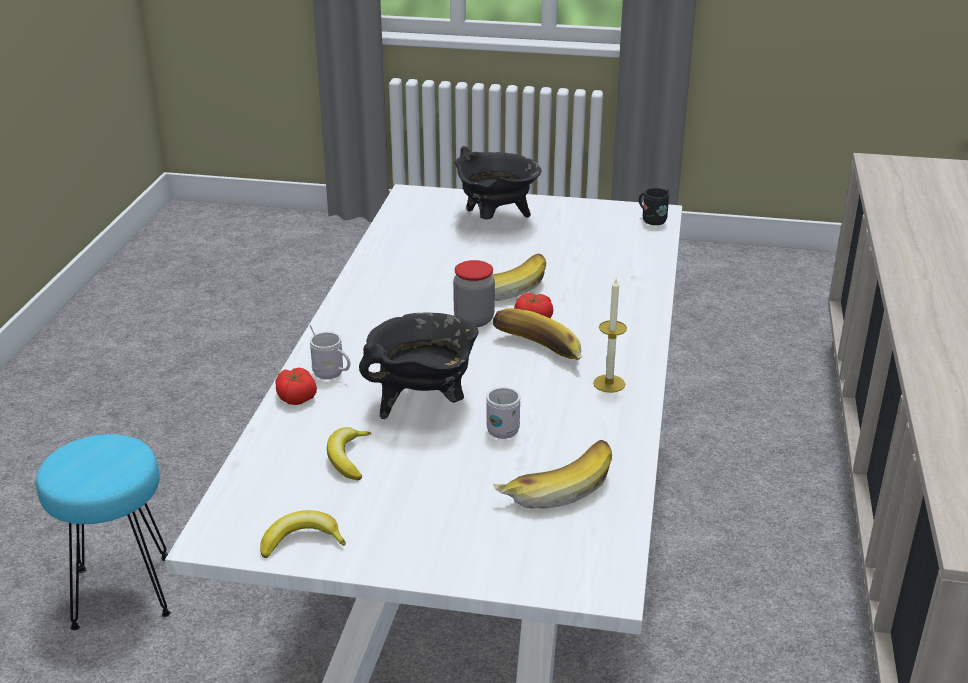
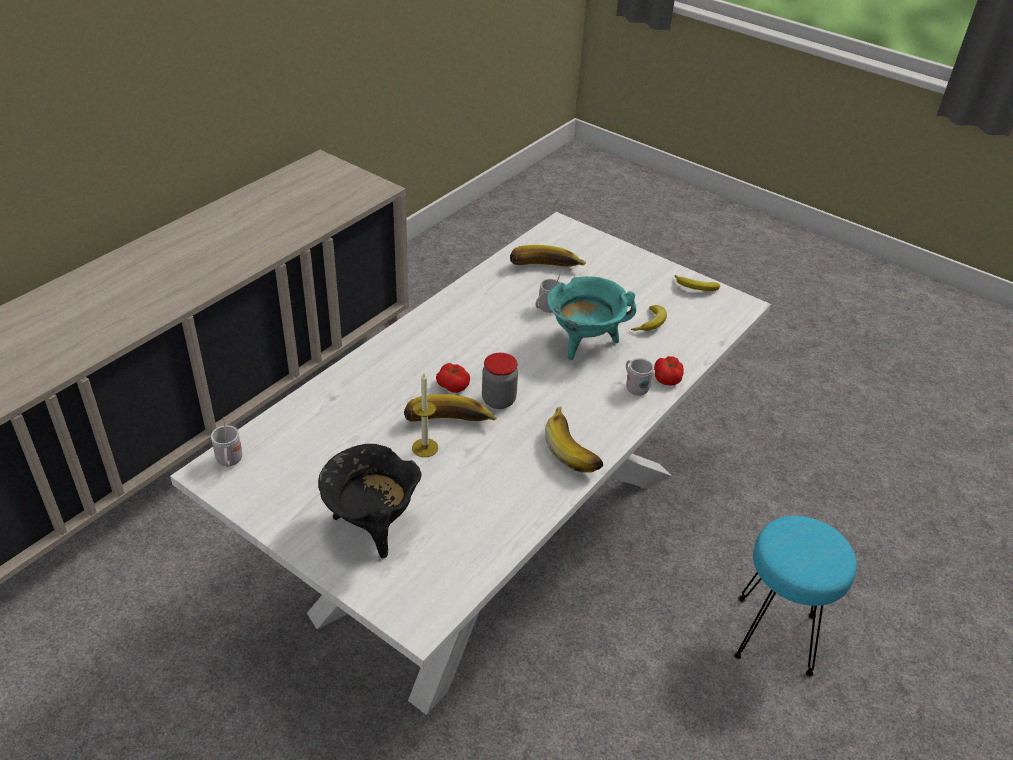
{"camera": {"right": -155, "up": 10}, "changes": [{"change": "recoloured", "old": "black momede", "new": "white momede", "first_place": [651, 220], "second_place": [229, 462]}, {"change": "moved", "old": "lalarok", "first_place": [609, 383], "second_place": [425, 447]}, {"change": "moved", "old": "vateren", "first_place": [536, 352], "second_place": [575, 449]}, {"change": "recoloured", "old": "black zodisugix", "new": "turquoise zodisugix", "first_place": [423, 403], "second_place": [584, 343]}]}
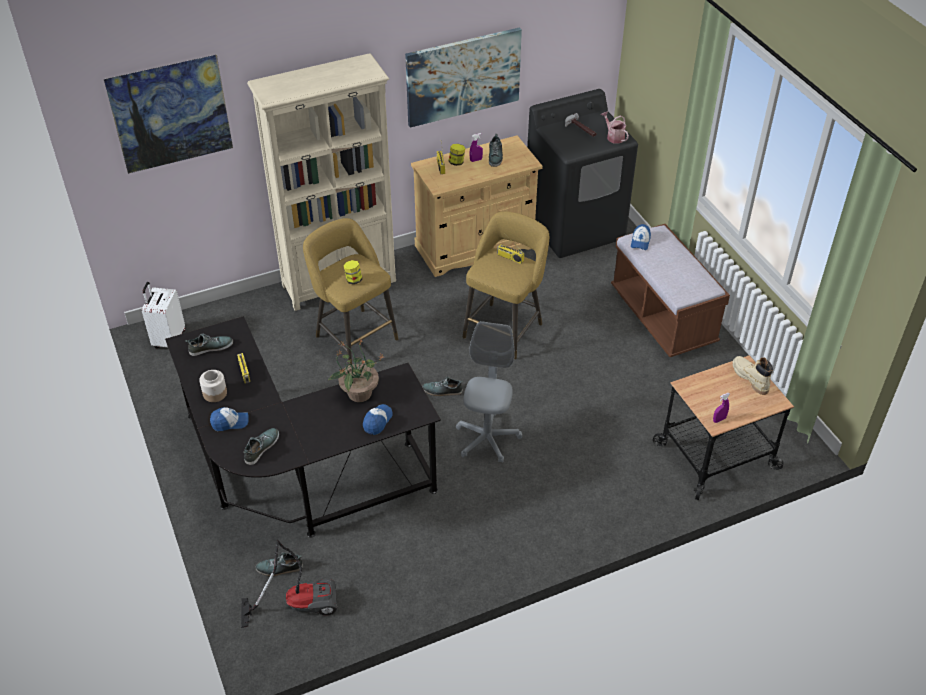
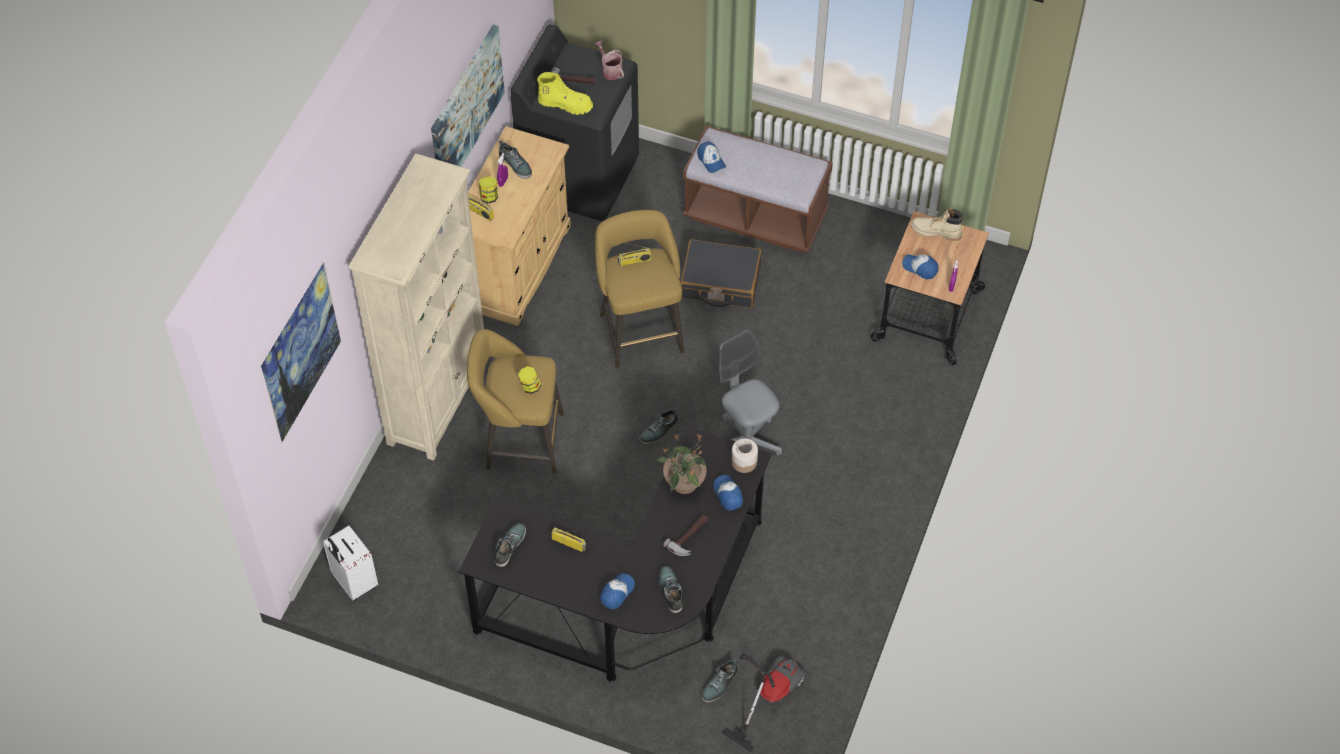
{"camera": {"right": -45, "up": 10}, "changes": [{"change": "turned", "old": "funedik", "first_place": [613, 137], "second_place": [610, 70], "degrees": 45}, {"change": "moved", "old": "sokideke", "first_place": [215, 393], "second_place": [744, 462]}, {"change": "added", "new": "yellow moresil", "second_place": [565, 104]}, {"change": "added", "new": "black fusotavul", "second_place": [720, 282]}, {"change": "added", "new": "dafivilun", "second_place": [920, 268]}, {"change": "added", "new": "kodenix", "second_place": [690, 538]}]}
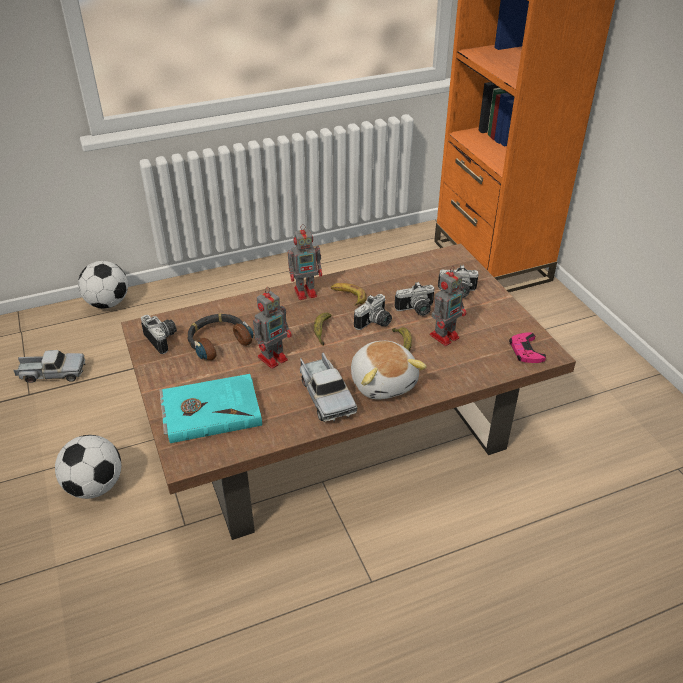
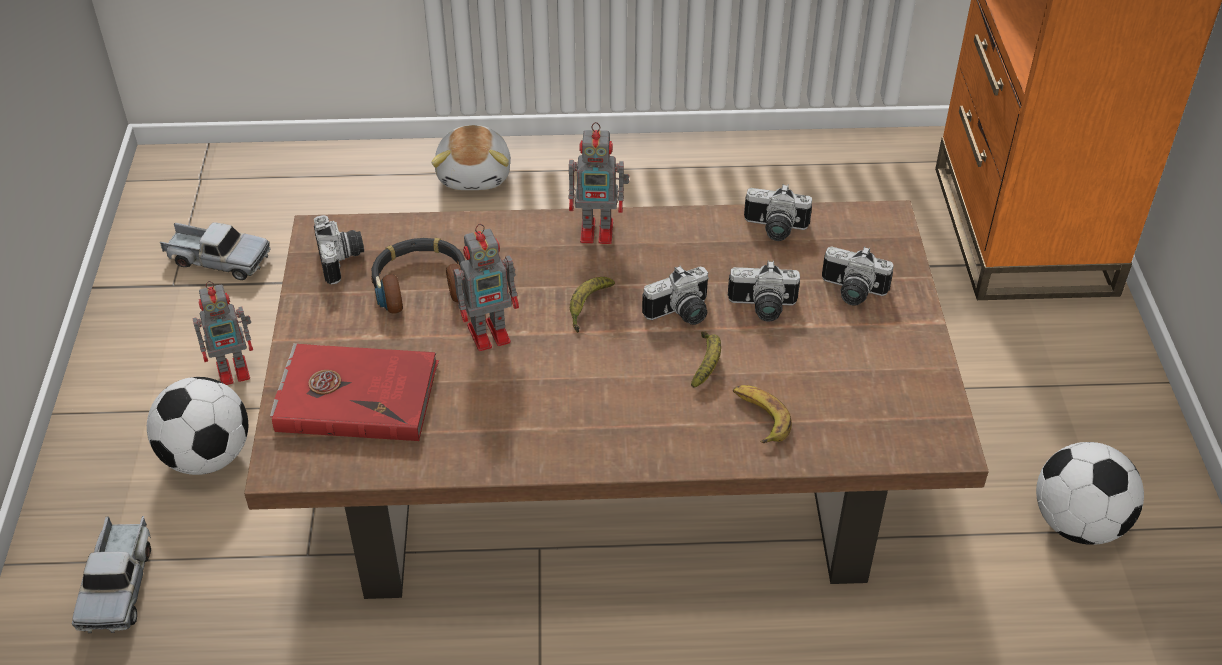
{"camera": {"right": 20, "up": 5}, "changes": [{"change": "moved", "old": "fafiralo", "first_place": [108, 303], "second_place": [1077, 523]}, {"change": "moved", "old": "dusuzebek", "first_place": [445, 335], "second_place": [235, 370]}, {"change": "moved", "old": "vateren", "first_place": [348, 296], "second_place": [759, 417]}, {"change": "removed", "old": "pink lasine", "first_place": [526, 351]}, {"change": "moved", "old": "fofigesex", "first_place": [383, 382], "second_place": [475, 174]}, {"change": "moved", "old": "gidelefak", "first_place": [326, 395], "second_place": [119, 584]}, {"change": "recoloured", "old": "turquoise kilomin", "new": "red kilomin", "first_place": [210, 410], "second_place": [356, 395]}, {"change": "added", "new": "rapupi", "second_place": [774, 230]}]}
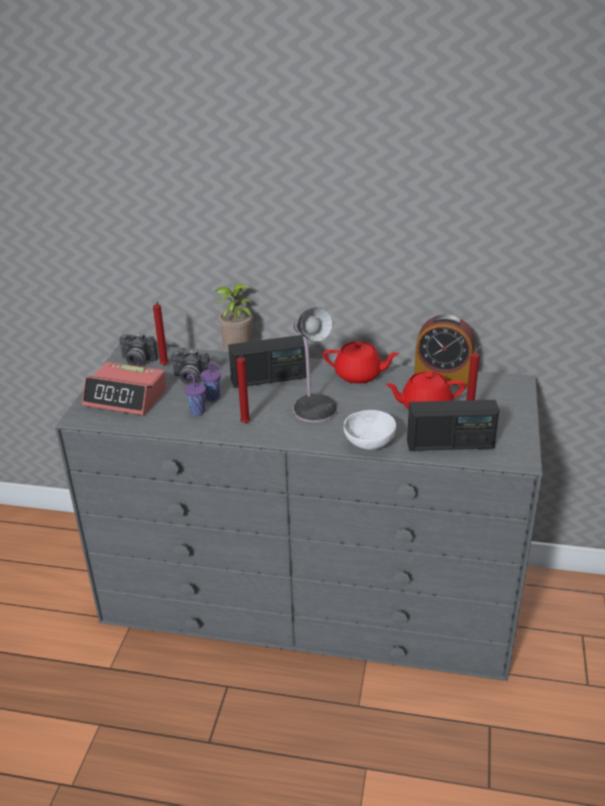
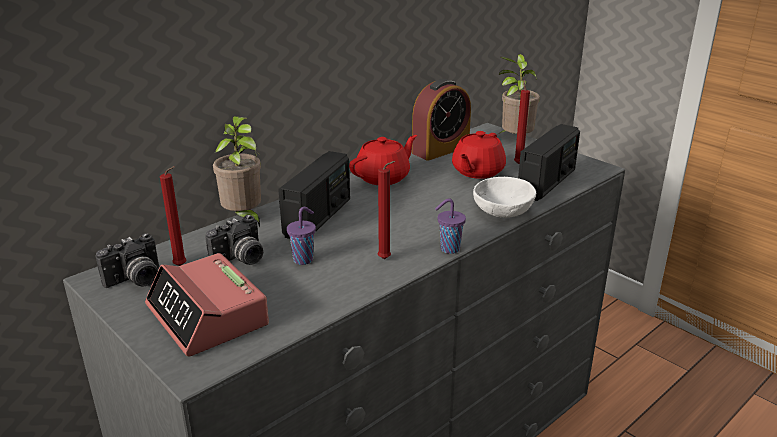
{"camera": {"right": -55, "up": -5}, "changes": [{"change": "removed", "old": "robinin", "first_place": [314, 408]}, {"change": "turned", "old": "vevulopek", "first_place": [126, 397], "second_place": [208, 316], "degrees": 90}, {"change": "moved", "old": "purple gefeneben", "first_place": [197, 411], "second_place": [448, 249]}, {"change": "added", "new": "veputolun", "second_place": [514, 140]}]}
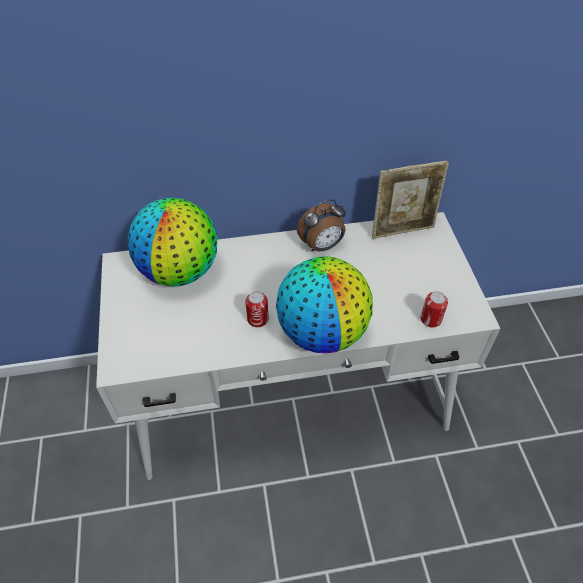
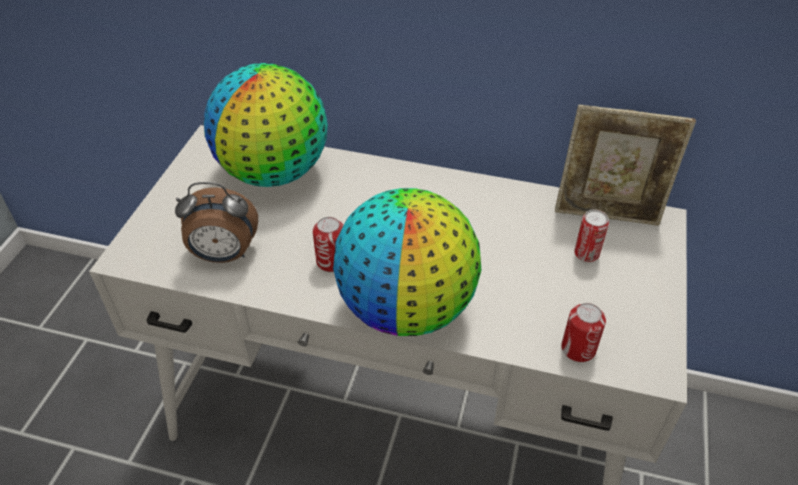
{"camera": {"right": 25, "up": -5}, "changes": [{"change": "moved", "old": "vevulopek", "first_place": [322, 246], "second_place": [224, 255]}, {"change": "added", "new": "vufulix", "second_place": [586, 254]}]}
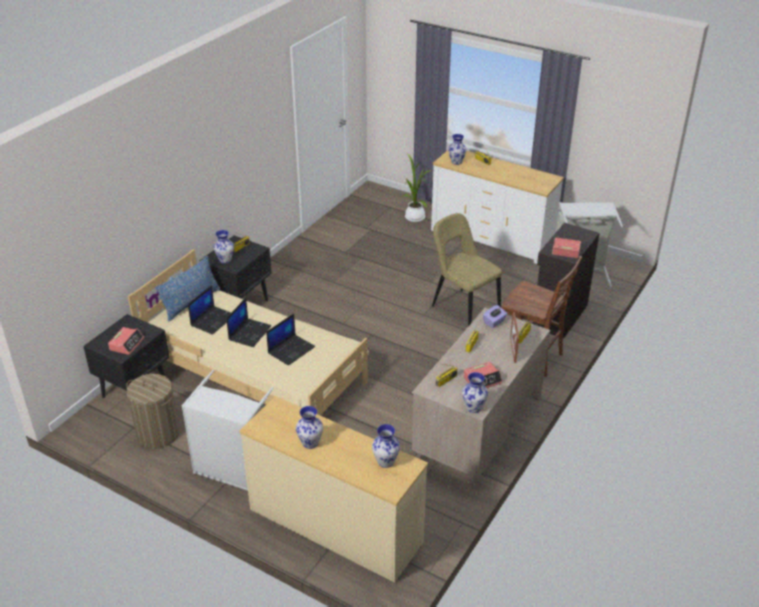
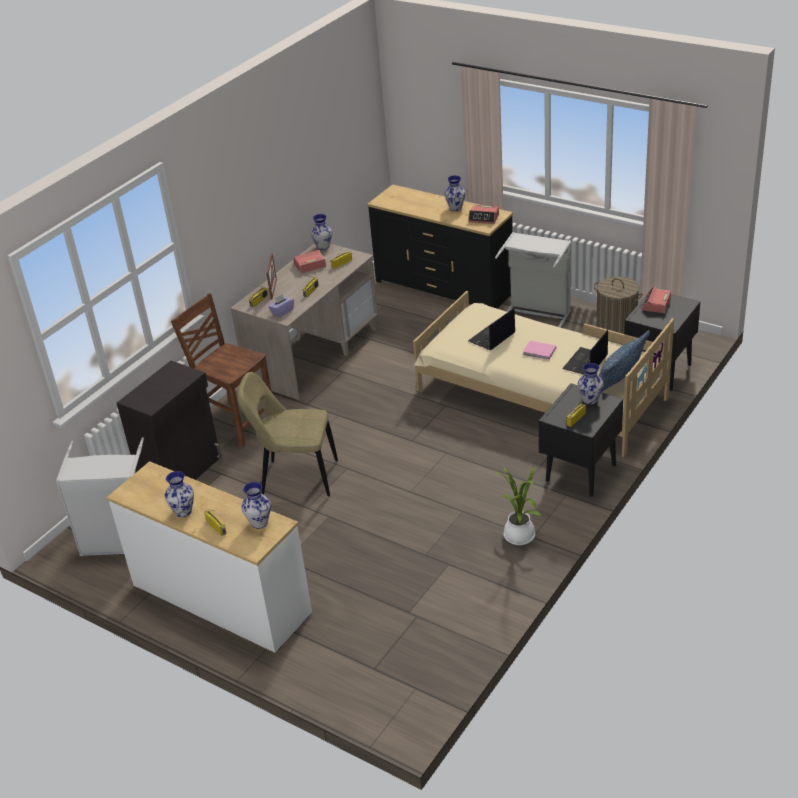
{"camera": {"right": -175, "up": 0}, "changes": [{"change": "moved", "old": "veputolun", "first_place": [414, 216], "second_place": [520, 538]}, {"change": "turned", "old": "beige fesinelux", "first_place": [463, 308], "second_place": [295, 478], "degrees": 135}, {"change": "moved", "old": "vevulopek", "first_place": [565, 251], "second_place": [484, 218]}, {"change": "replaced", "old": "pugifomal", "new": "pink kilomin", "first_place": [249, 332], "second_place": [540, 352]}, {"change": "recoloured", "old": "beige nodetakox", "new": "black nodetakox", "first_place": [335, 526], "second_place": [444, 287]}, {"change": "moved", "old": "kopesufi", "first_place": [385, 462], "second_place": [184, 511]}]}
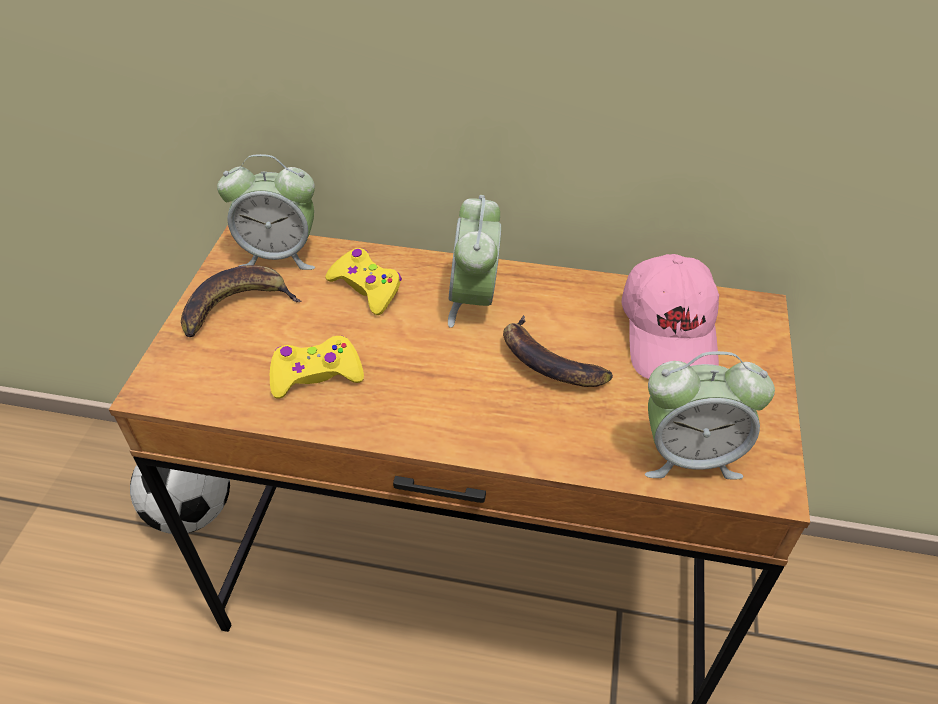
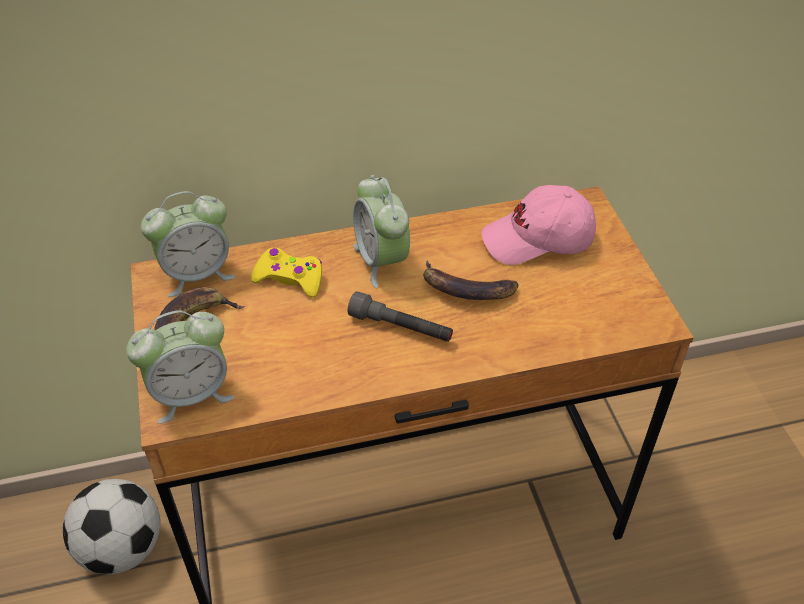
{"camera": {"right": -25, "up": 0}, "changes": [{"change": "turned", "old": "pink dafivilun", "first_place": [670, 334], "second_place": [538, 240], "degrees": 105}, {"change": "removed", "old": "yellow lasine", "first_place": [316, 374]}, {"change": "moved", "old": "vevulopek", "first_place": [689, 455], "second_place": [191, 395]}, {"change": "added", "new": "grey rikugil", "second_place": [401, 328]}]}
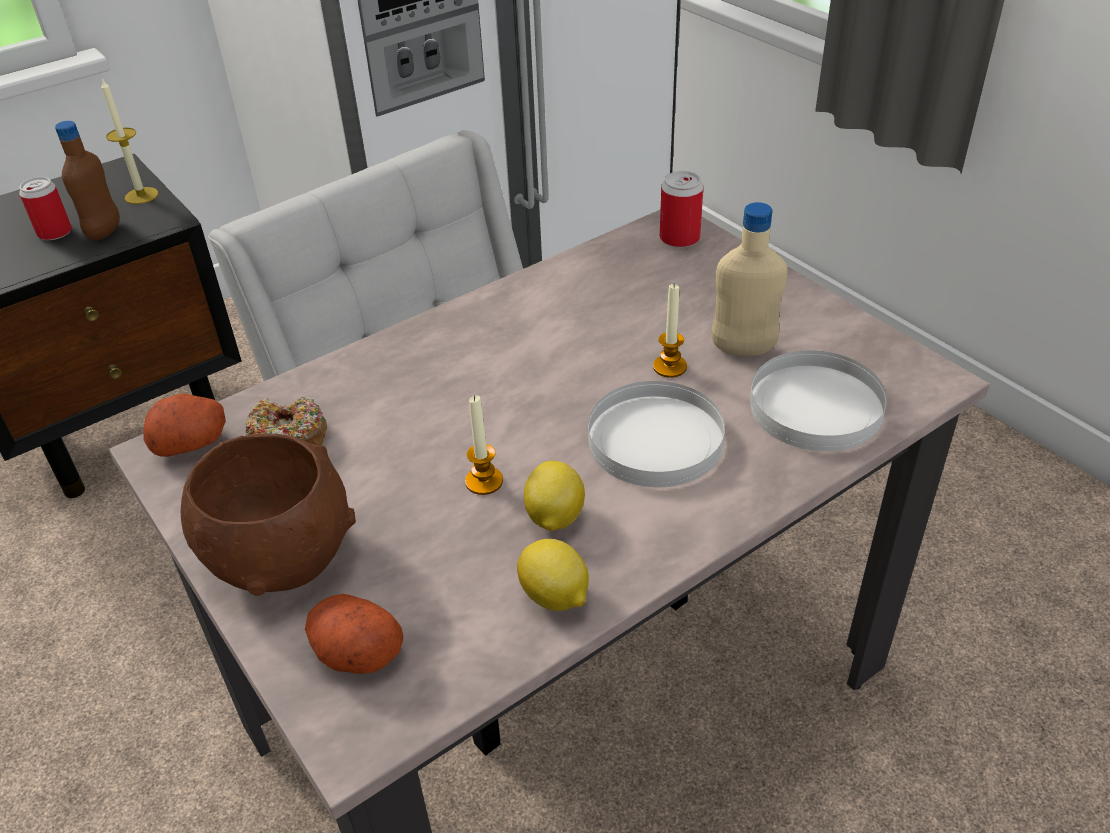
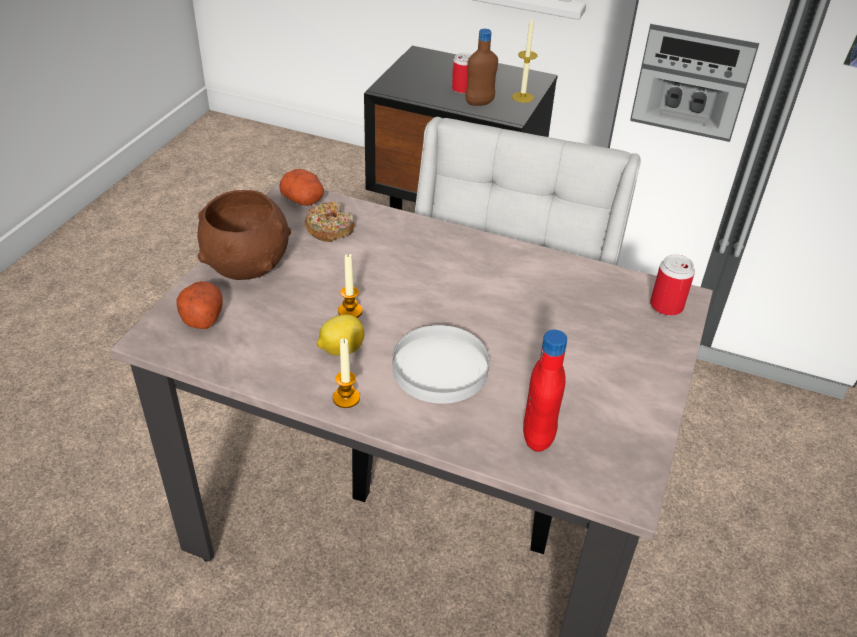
{"camera": {"right": 55, "up": 0}, "changes": [{"change": "removed", "old": "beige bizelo", "first_place": [743, 349]}, {"change": "moved", "old": "lalarok", "first_place": [669, 367], "second_place": [346, 398]}, {"change": "replaced", "old": "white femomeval", "new": "red bizelo", "first_place": [817, 406], "second_place": [538, 436]}, {"change": "removed", "old": "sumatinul", "first_place": [555, 597]}]}
